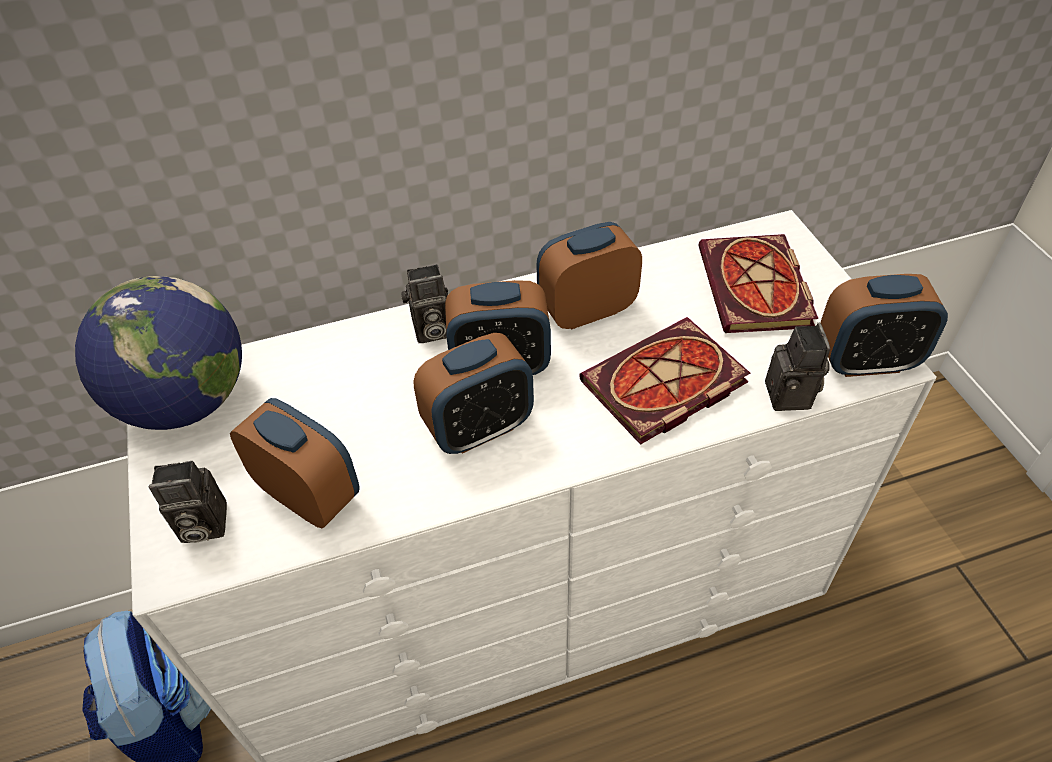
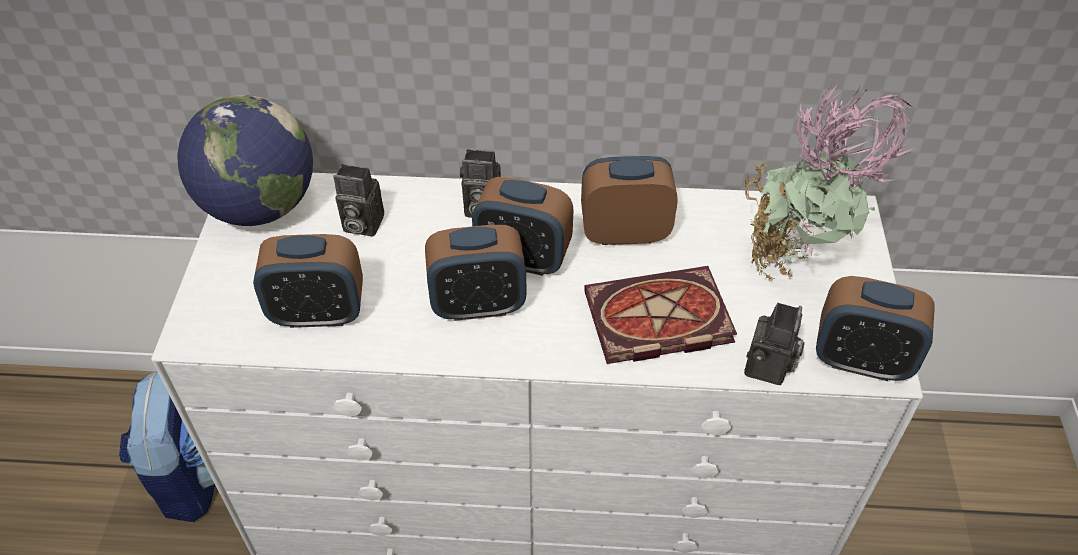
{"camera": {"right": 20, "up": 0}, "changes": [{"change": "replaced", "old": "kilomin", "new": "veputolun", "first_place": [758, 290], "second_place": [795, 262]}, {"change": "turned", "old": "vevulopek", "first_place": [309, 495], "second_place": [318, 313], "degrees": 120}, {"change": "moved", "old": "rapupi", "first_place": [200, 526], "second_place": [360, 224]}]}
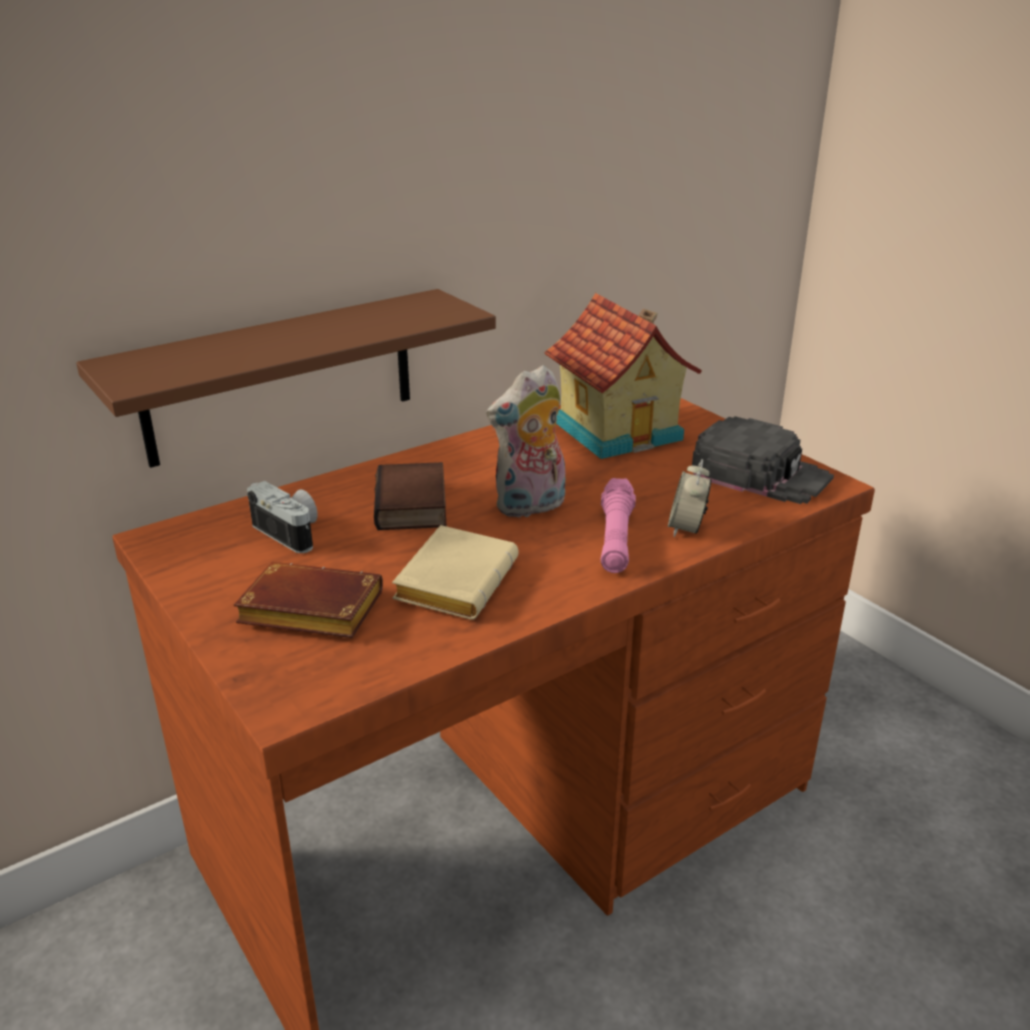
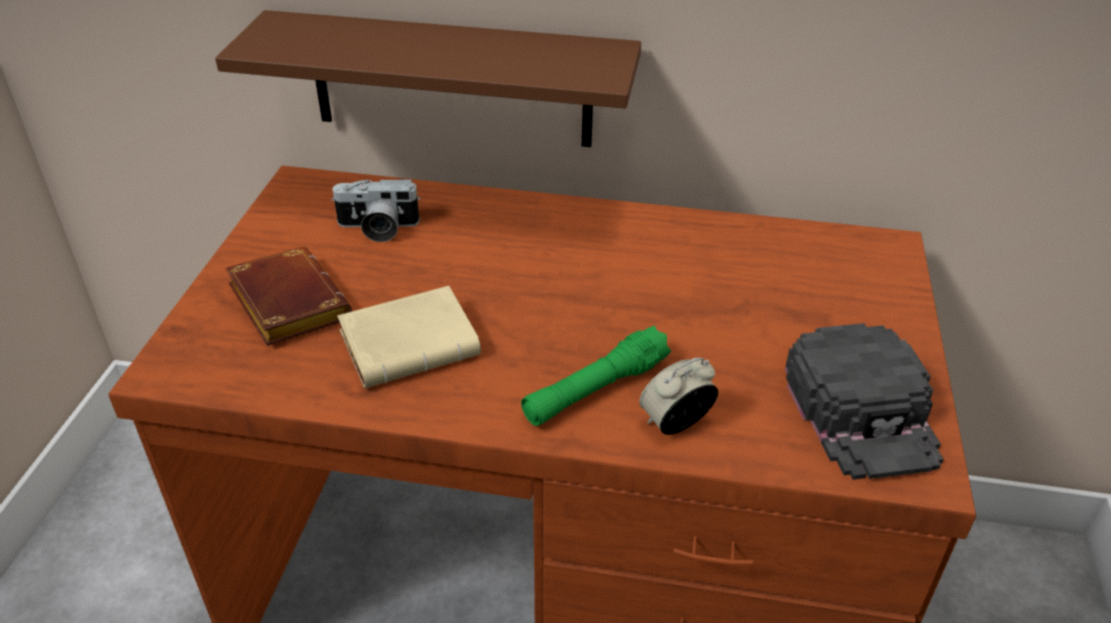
{"camera": {"right": 45, "up": 10}, "changes": [{"change": "removed", "old": "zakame", "first_place": [620, 430]}, {"change": "removed", "old": "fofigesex", "first_place": [531, 507]}, {"change": "removed", "old": "kilomin", "first_place": [414, 506]}, {"change": "recoloured", "old": "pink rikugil", "new": "green rikugil", "first_place": [616, 538], "second_place": [595, 389]}, {"change": "turned", "old": "rapupi", "first_place": [292, 533], "second_place": [377, 228], "degrees": 90}]}
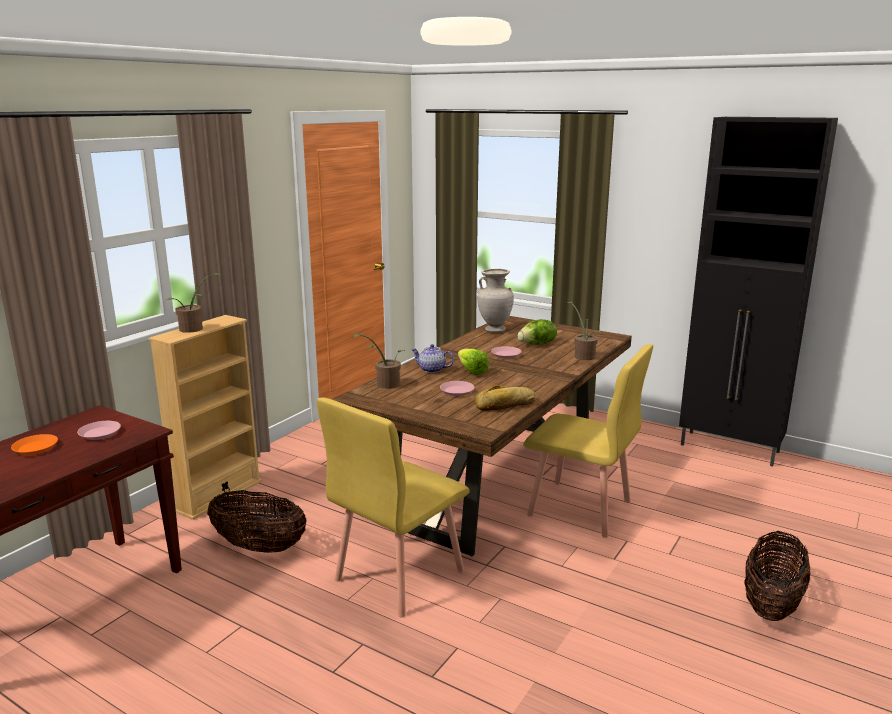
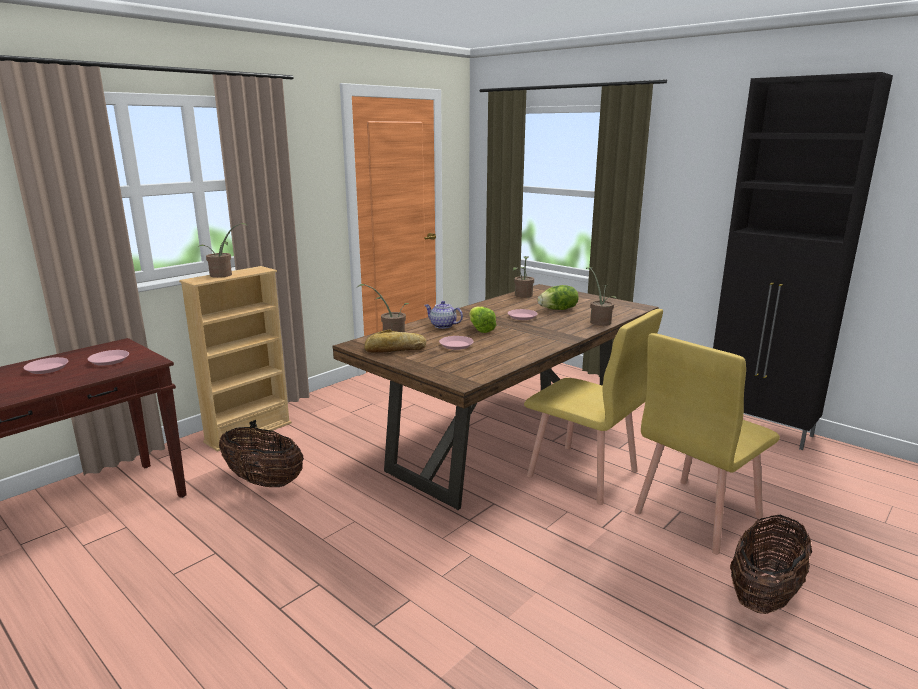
{"camera": {"right": 10, "up": 0}, "changes": [{"change": "replaced", "old": "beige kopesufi", "new": "veputolun", "first_place": [495, 330], "second_place": [523, 296]}, {"change": "moved", "old": "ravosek", "first_place": [506, 405], "second_place": [395, 349]}, {"change": "moved", "old": "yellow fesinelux", "first_place": [398, 575], "second_place": [696, 514]}, {"change": "recoloured", "old": "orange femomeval", "new": "pink femomeval", "first_place": [35, 448], "second_place": [47, 368]}]}
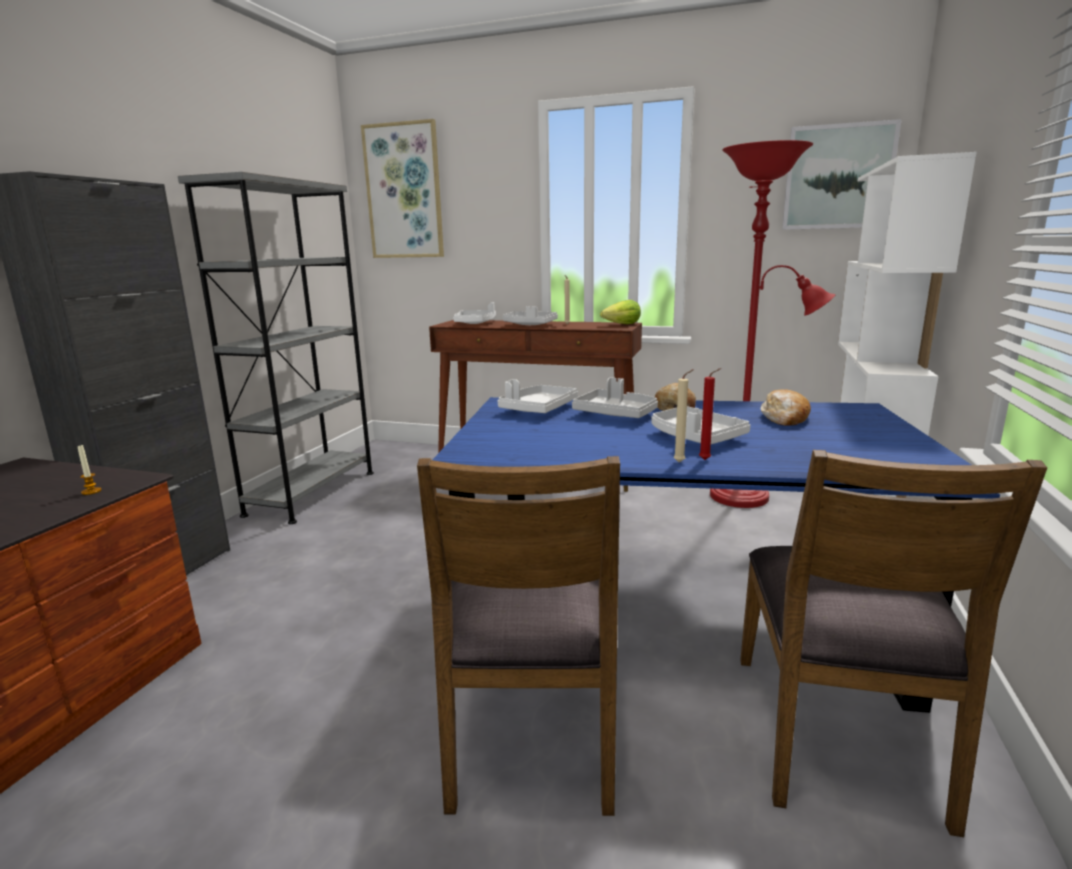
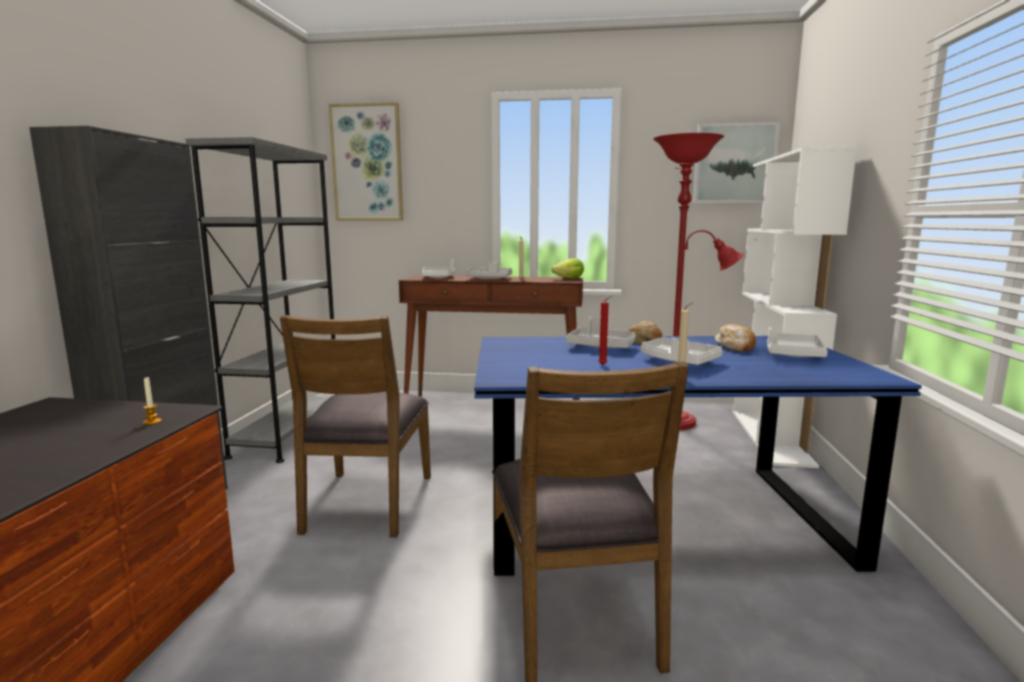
{"camera": {"right": -10, "up": -5}, "changes": [{"change": "moved", "old": "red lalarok", "first_place": [706, 460], "second_place": [604, 365]}, {"change": "moved", "old": "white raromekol", "first_place": [538, 409], "second_place": [793, 354]}, {"change": "moved", "old": "brown fesinelux", "first_place": [838, 734], "second_place": [367, 503]}]}
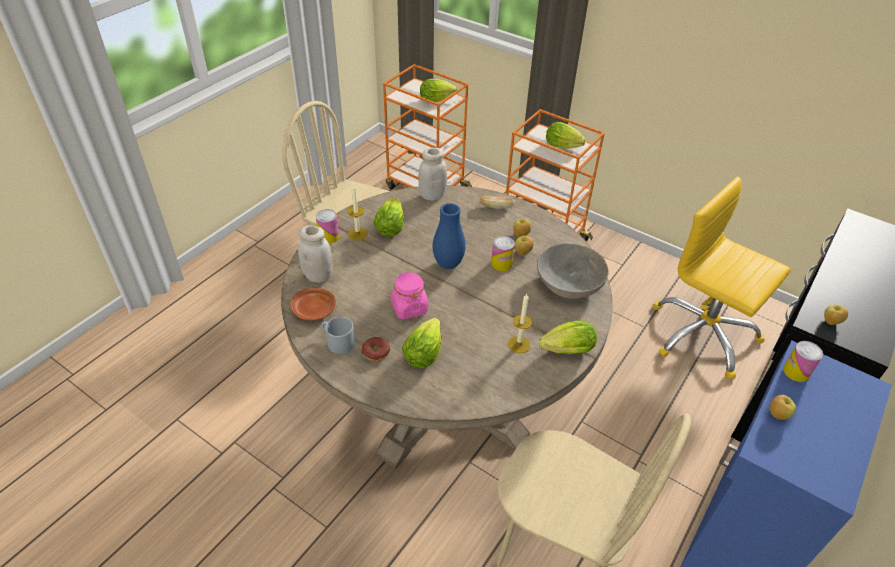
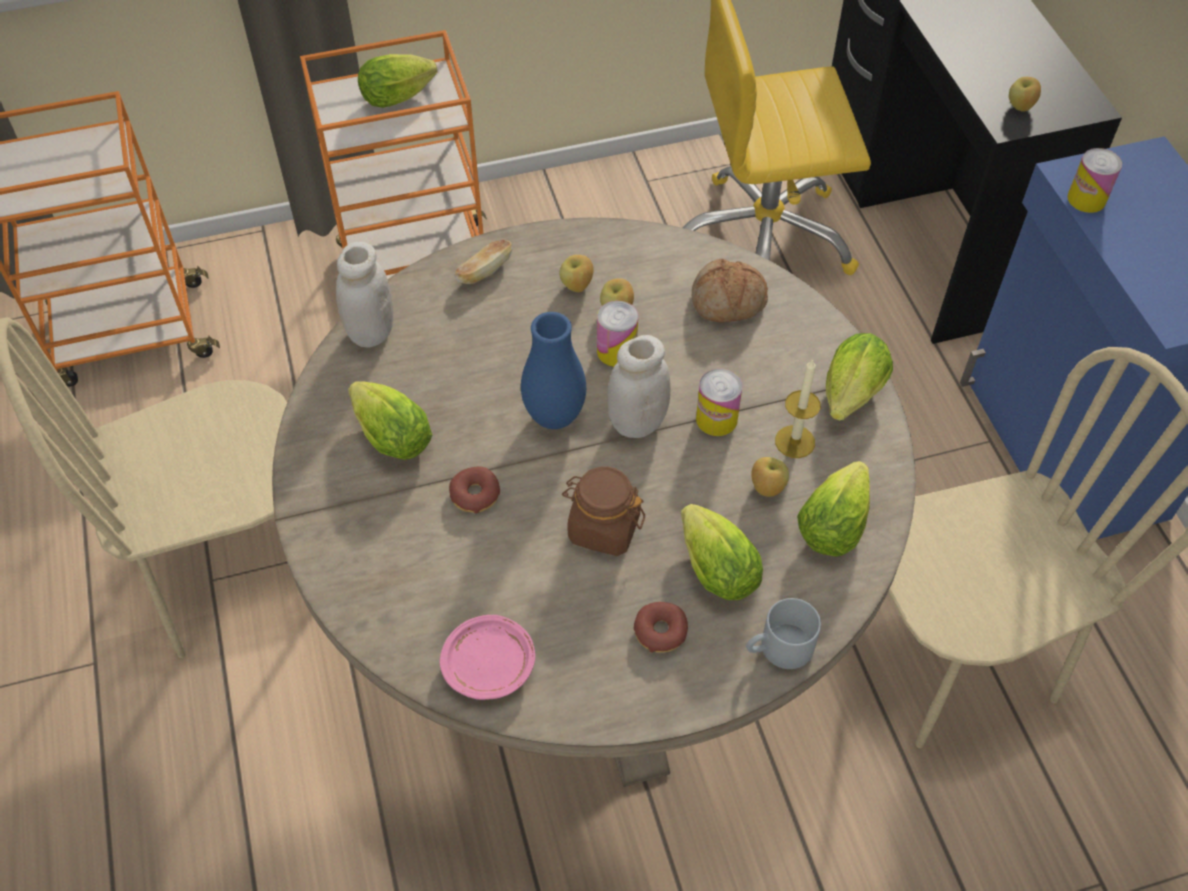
{"camera": {"right": -50, "up": 10}, "changes": [{"change": "moved", "old": "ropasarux", "first_place": [438, 100], "second_place": [835, 522]}, {"change": "removed", "old": "lalarok", "first_place": [357, 234]}, {"change": "moved", "old": "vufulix", "first_place": [329, 236], "second_place": [716, 419]}, {"change": "moved", "old": "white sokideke", "first_place": [318, 276], "second_place": [637, 422]}, {"change": "replaced", "old": "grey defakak", "new": "ravosek", "first_place": [569, 283], "second_place": [728, 302]}, {"change": "recoloured", "old": "pink sokideke", "new": "brown sokideke", "first_place": [409, 307], "second_place": [603, 528]}, {"change": "recoloured", "old": "brown femomeval", "new": "pink femomeval", "first_place": [314, 310], "second_place": [490, 664]}, {"change": "moved", "old": "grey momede", "first_place": [337, 342], "second_place": [779, 649]}, {"change": "moved", "old": "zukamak", "first_place": [777, 414], "second_place": [767, 488]}, {"change": "added", "new": "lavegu", "second_place": [475, 495]}]}
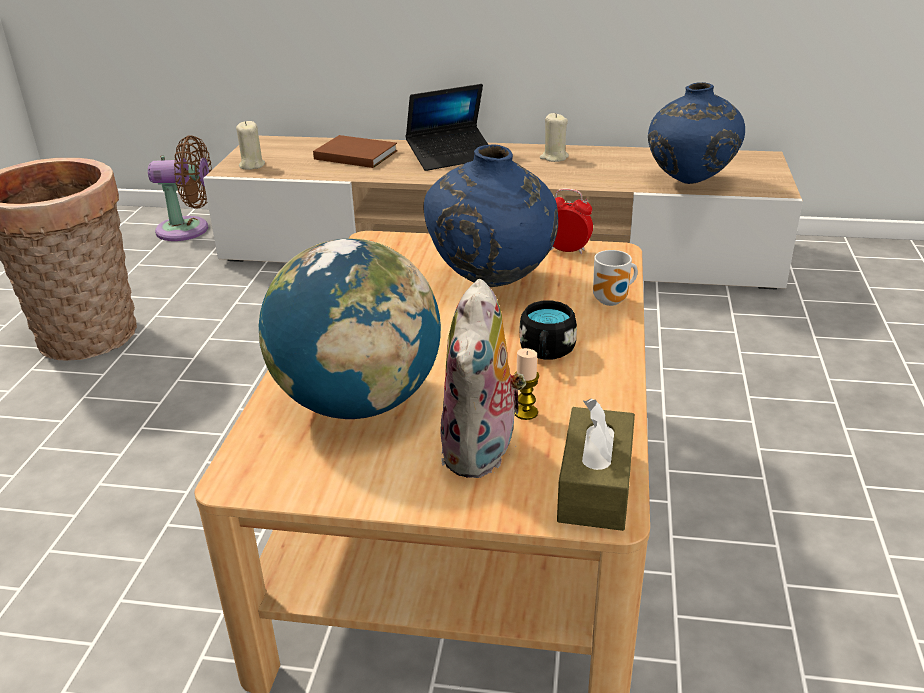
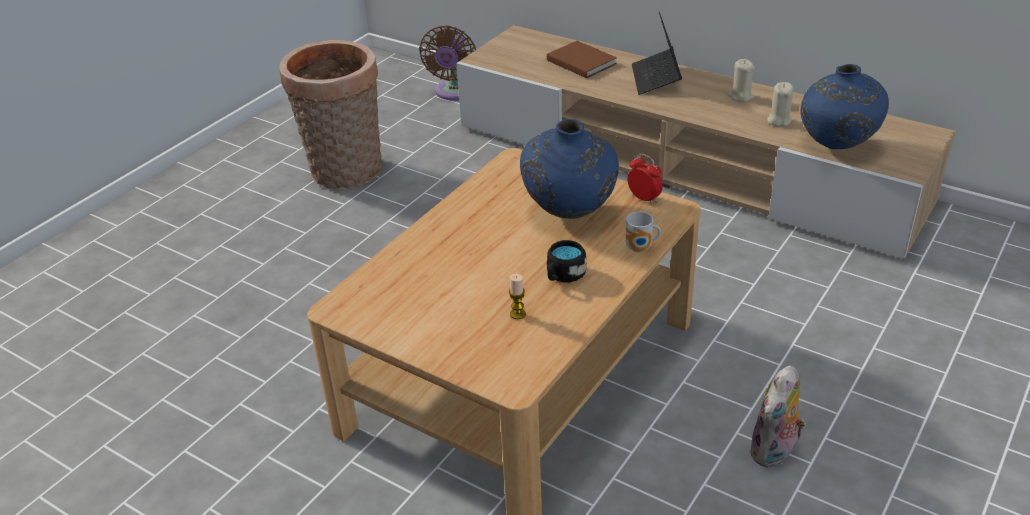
{"camera": {"right": 25, "up": 5}, "changes": [{"change": "turned", "old": "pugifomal", "first_place": [451, 156], "second_place": [655, 78], "degrees": 90}, {"change": "moved", "old": "beige lalarok", "first_place": [252, 165], "second_place": [778, 120]}, {"change": "turned", "old": "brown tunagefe", "first_place": [188, 230], "second_place": [454, 93], "degrees": 75}, {"change": "removed", "old": "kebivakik", "first_place": [358, 402]}, {"change": "moved", "old": "fofigesex", "first_place": [482, 453], "second_place": [774, 452]}, {"change": "removed", "old": "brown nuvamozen", "first_place": [595, 486]}]}
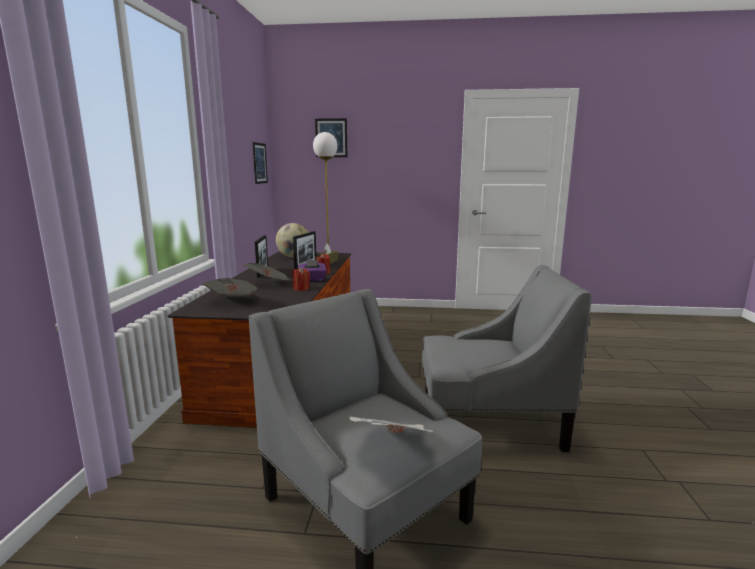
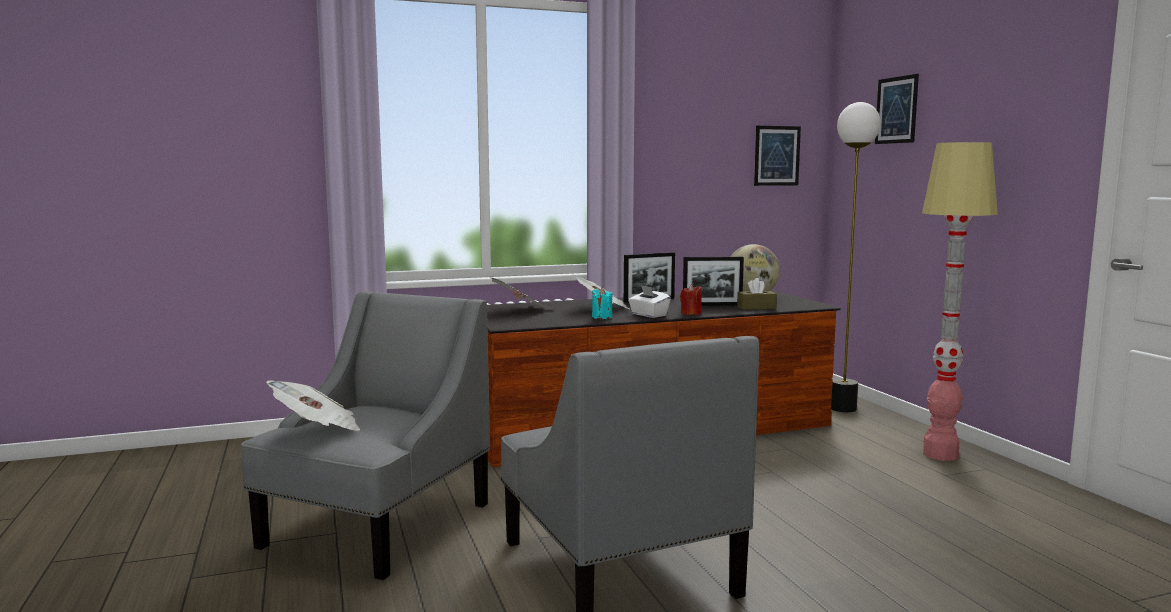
{"camera": {"right": 65, "up": -5}, "changes": [{"change": "recoloured", "old": "purple nuvamozen", "new": "white nuvamozen", "first_place": [312, 280], "second_place": [648, 315]}, {"change": "recoloured", "old": "red lalarok", "new": "turquoise lalarok", "first_place": [301, 289], "second_place": [602, 317]}, {"change": "added", "new": "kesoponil", "second_place": [940, 455]}]}
